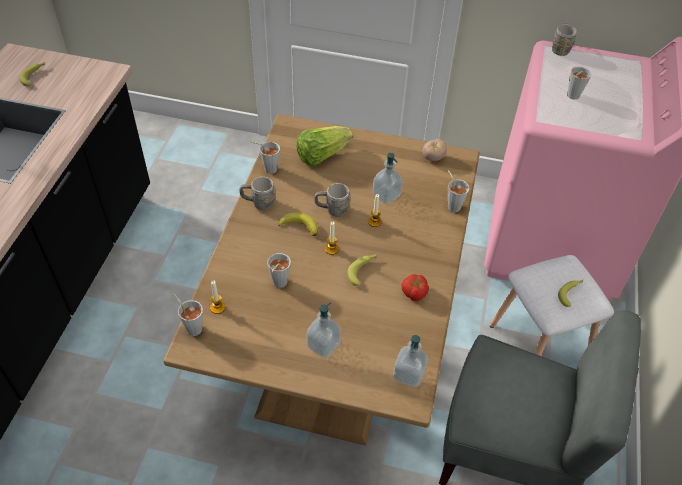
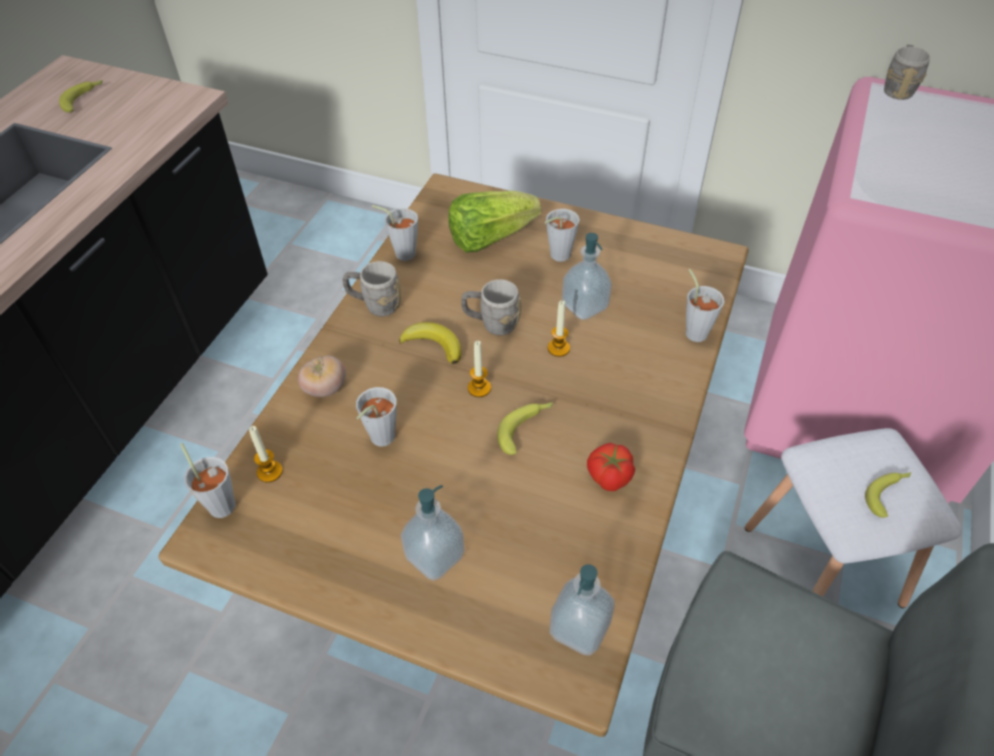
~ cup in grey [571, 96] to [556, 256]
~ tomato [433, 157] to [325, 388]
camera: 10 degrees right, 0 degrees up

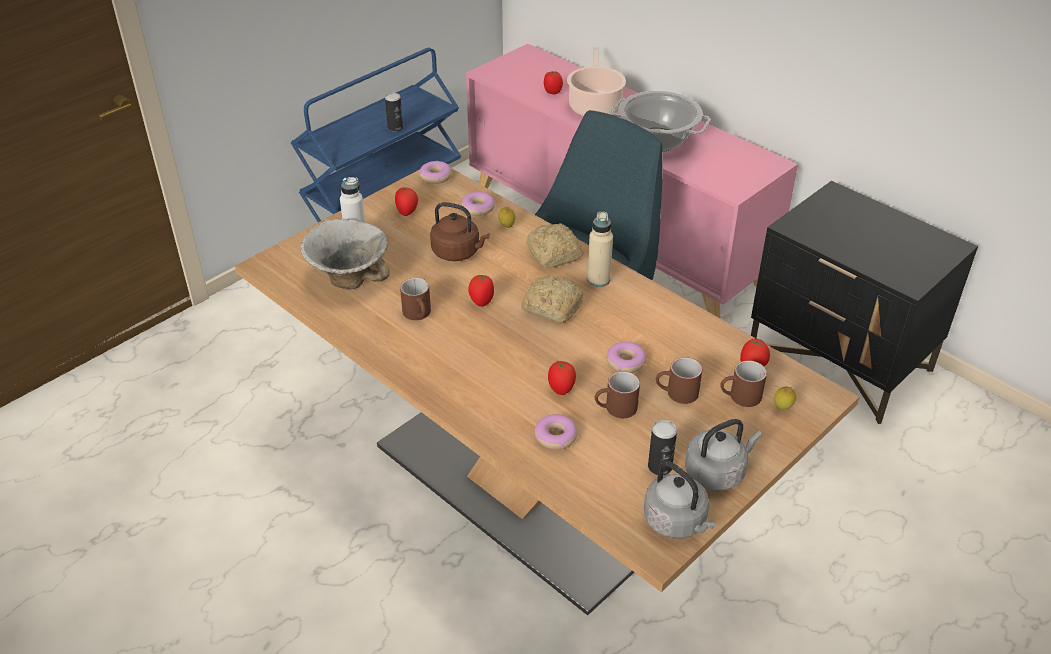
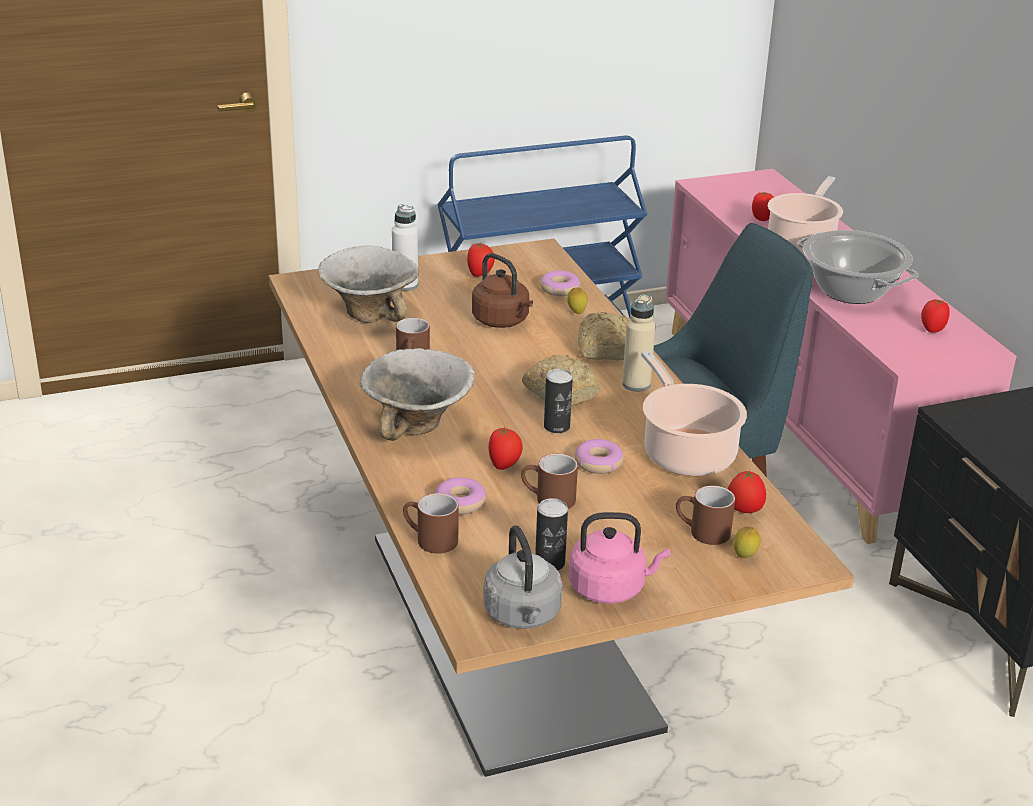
~ can [395, 128] to [556, 427]
- donut [436, 176]
~ tomato [481, 301] to [932, 329]
~ mug in brown [676, 394] to [429, 540]
~ kettle in grey [717, 472] to kettle in pink [611, 588]
+ bowl [418, 426]
+ cooking pot [686, 452]
camera: 25 degrees right, 10 degrees down

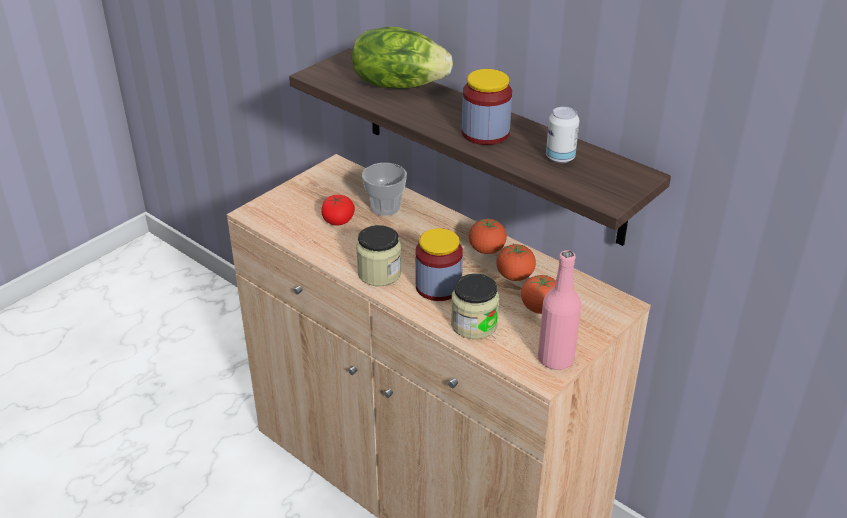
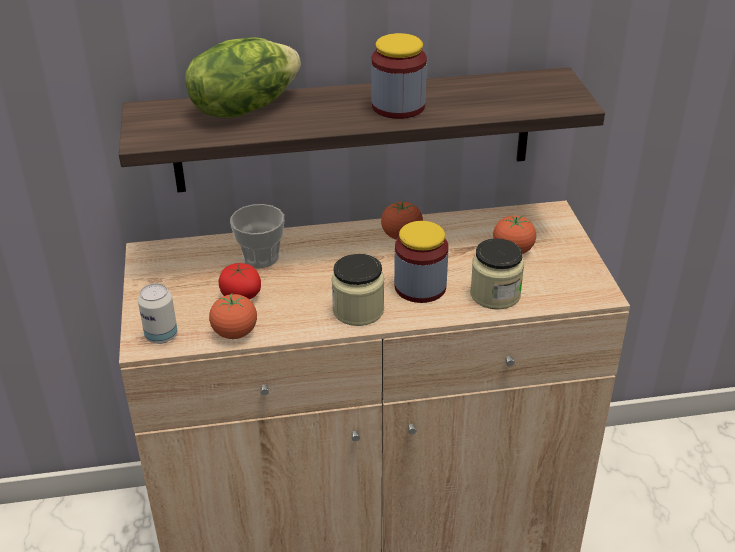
~ can [560, 158] to [161, 336]
~ tomato [515, 276] to [235, 333]
- bottle in pink [555, 359]
camera: 50 degrees left, 0 degrees up

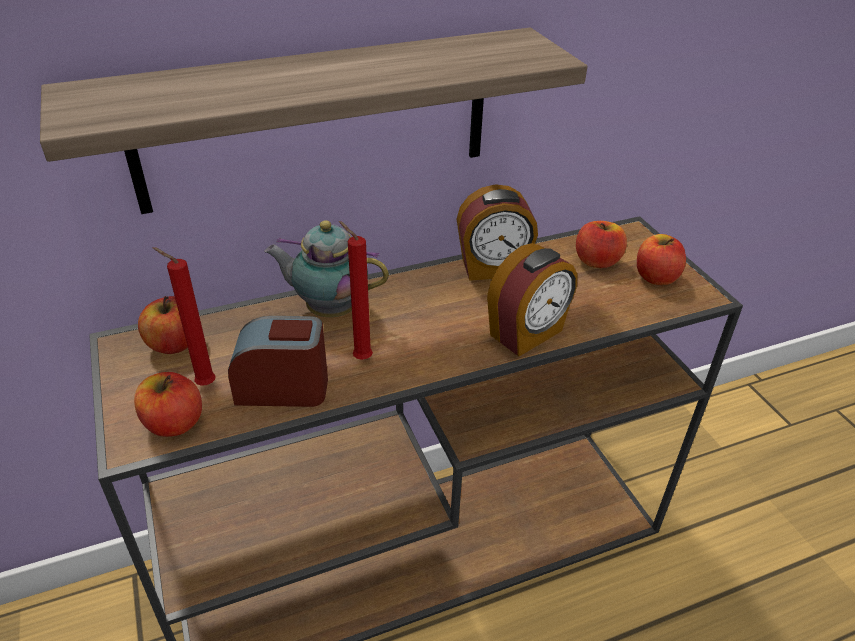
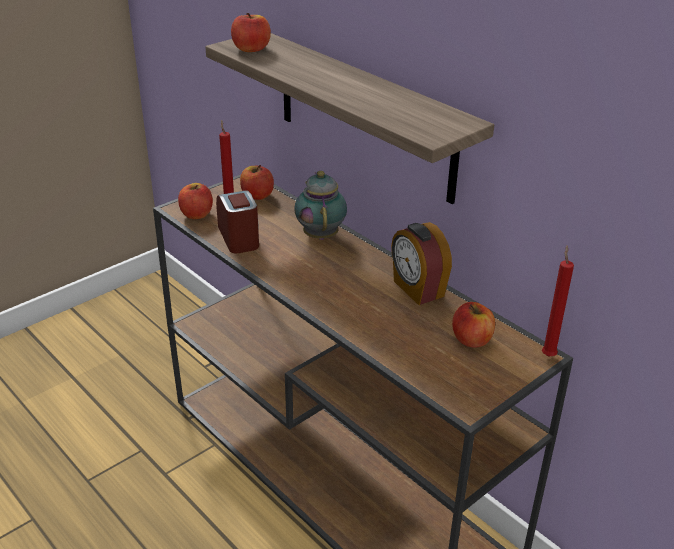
~ candle in red [360, 358] to [548, 354]
~ apple [656, 277] to [251, 49]
- alarm clock [527, 334]
camera: 70 degrees right, 5 degrees down

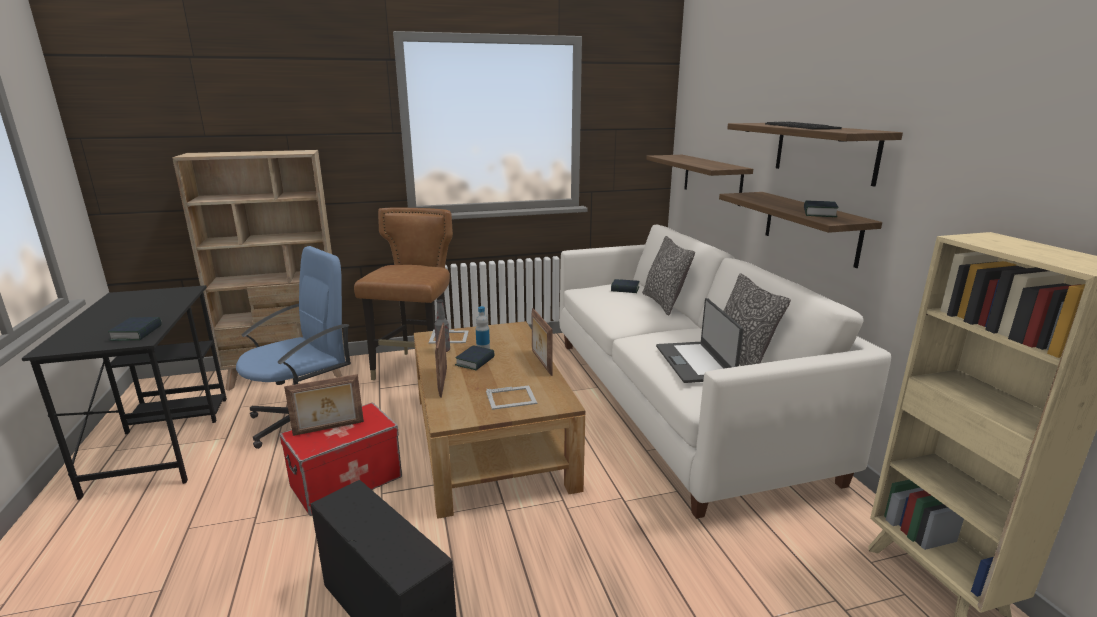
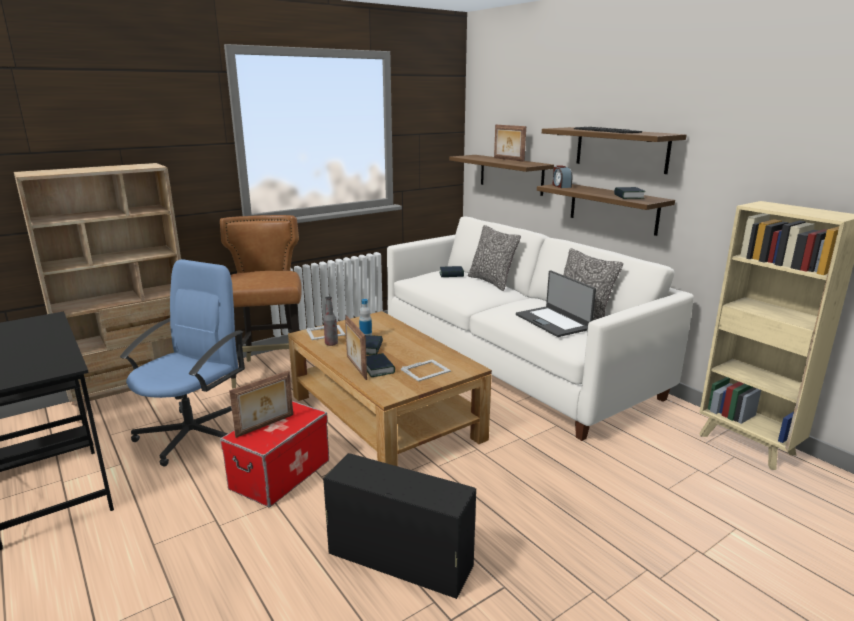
~ picture frame [540, 363] to [508, 159]
~ book [137, 333] to [378, 368]
+ alarm clock [561, 186]
camera: 20 degrees left, 0 degrees up

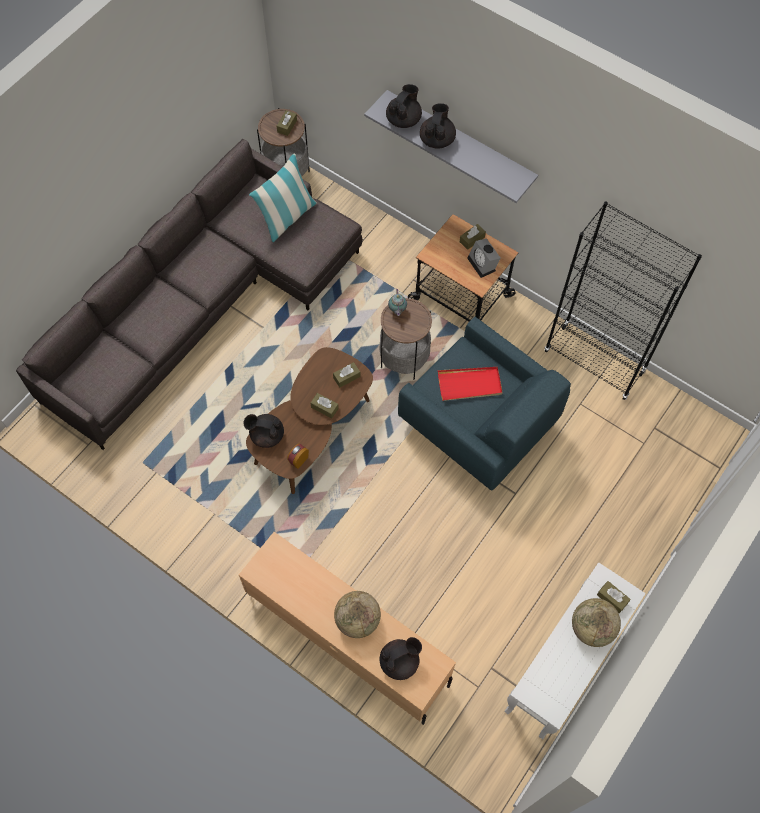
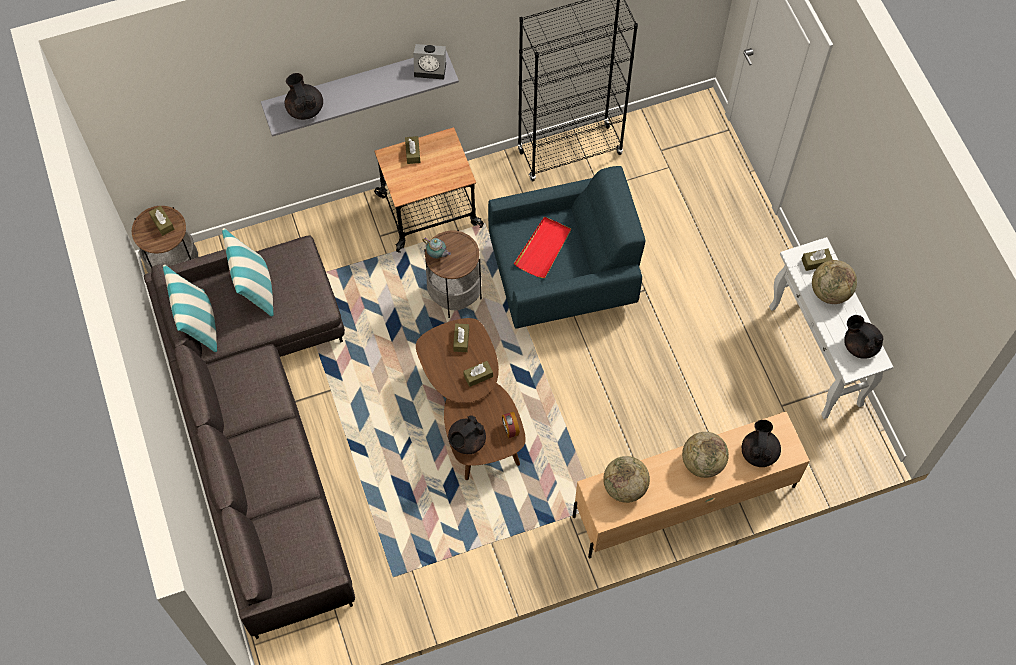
~ teapot in black [437, 139] to [860, 345]
~ alarm clock [483, 264] to [431, 68]
+ pillow [198, 324]
+ globe [625, 487]
camera: 55 degrees left, 0 degrees up

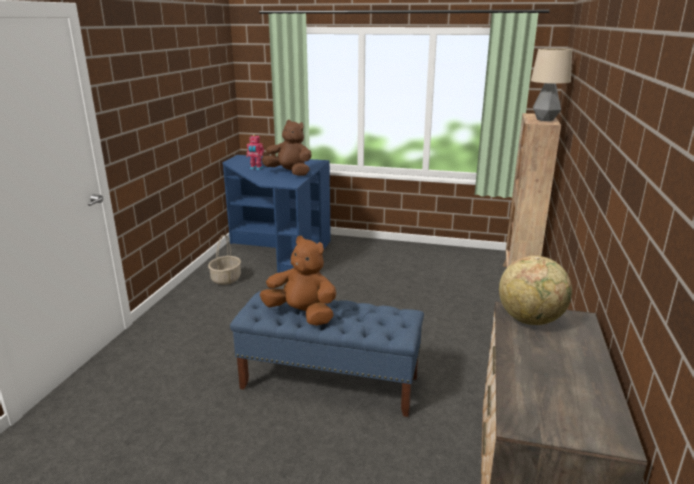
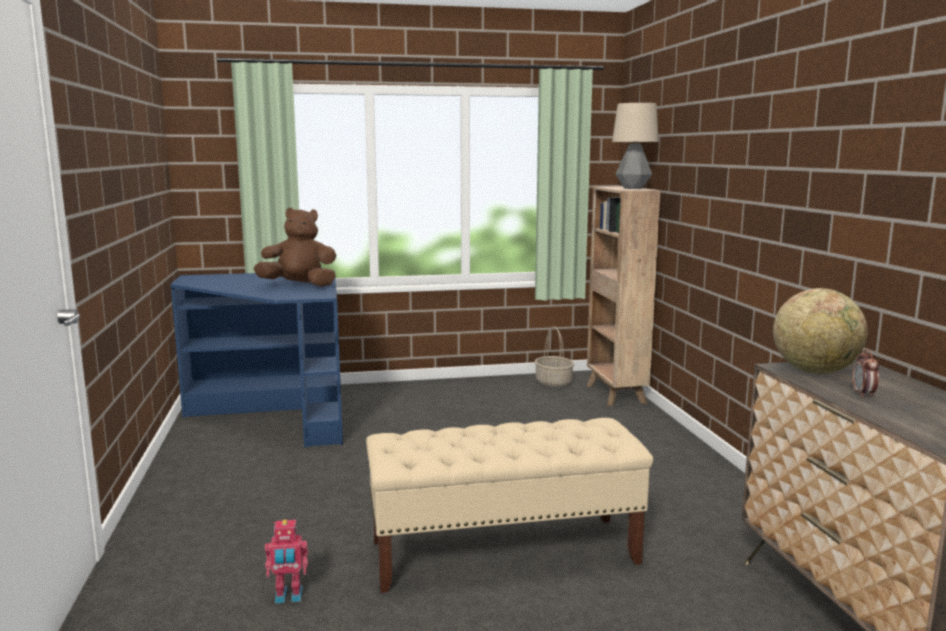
~ toy robot [256, 168] to [288, 597]
~ basket [226, 279] to [553, 382]
- plush toy in brown [302, 314]
~ bench in blue [330, 382] to bench in beige [505, 552]
+ alarm clock [863, 394]
camera: 25 degrees left, 10 degrees down

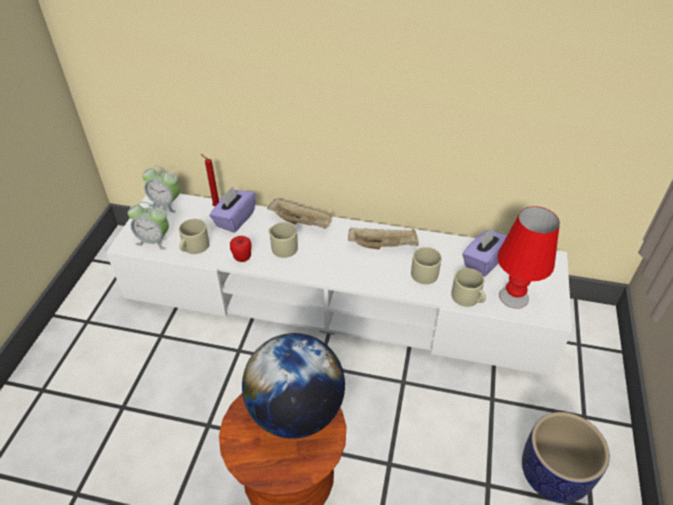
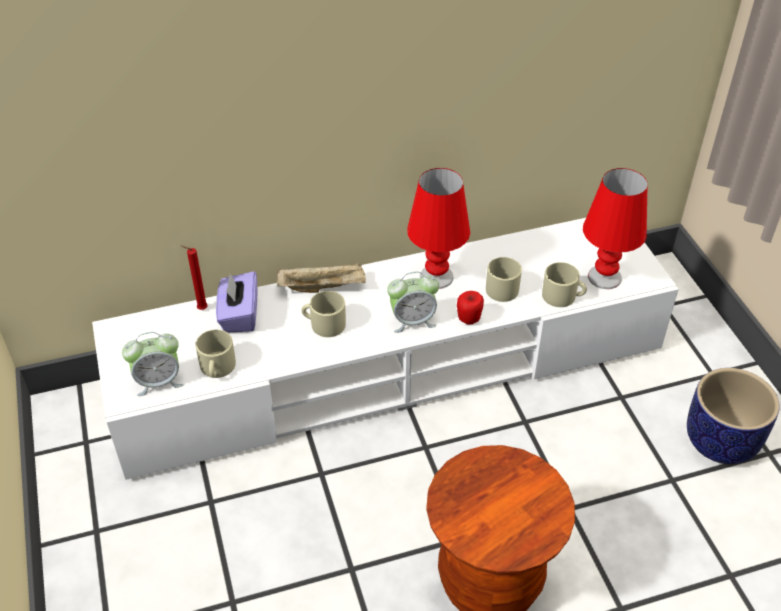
~ alarm clock [166, 204] to [412, 321]
- tissue box in purple [484, 261]
~ tray in beige [383, 245] to table lamp in red [436, 276]
~ apple [242, 258] to [469, 319]
- globe [296, 411]
camera: 30 degrees left, 0 degrees up

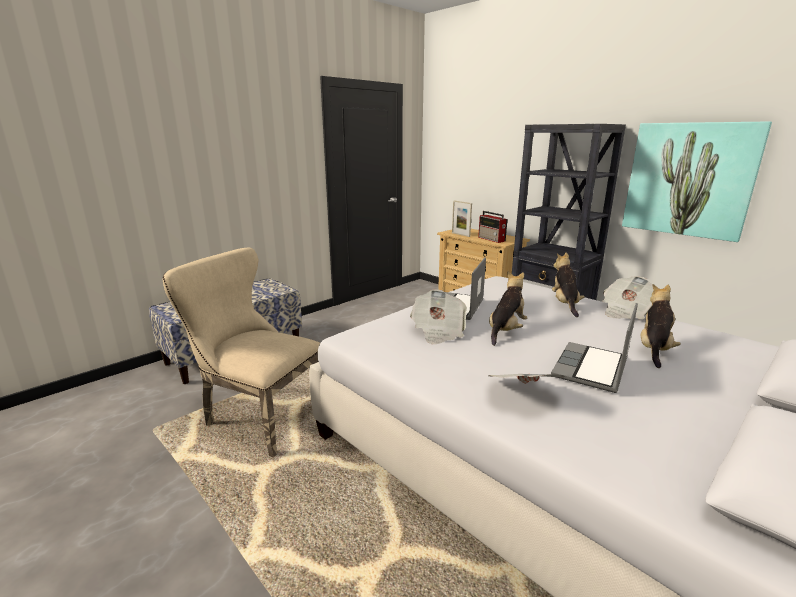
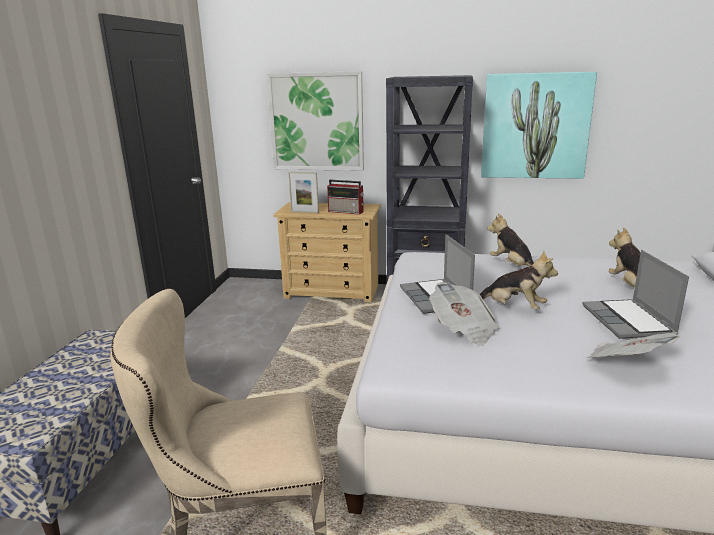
~ plush toy [506, 330] = [513, 308] 120 degrees clockwise
- newspaper [626, 312]
+ picture [316, 122]
camera: 35 degrees left, 0 degrees up

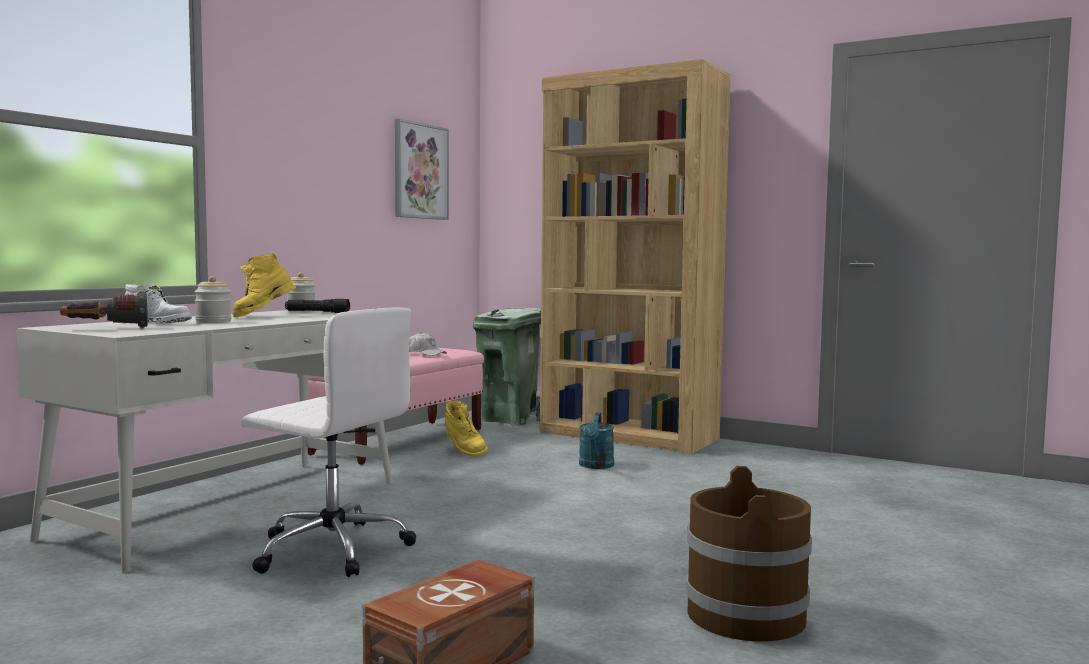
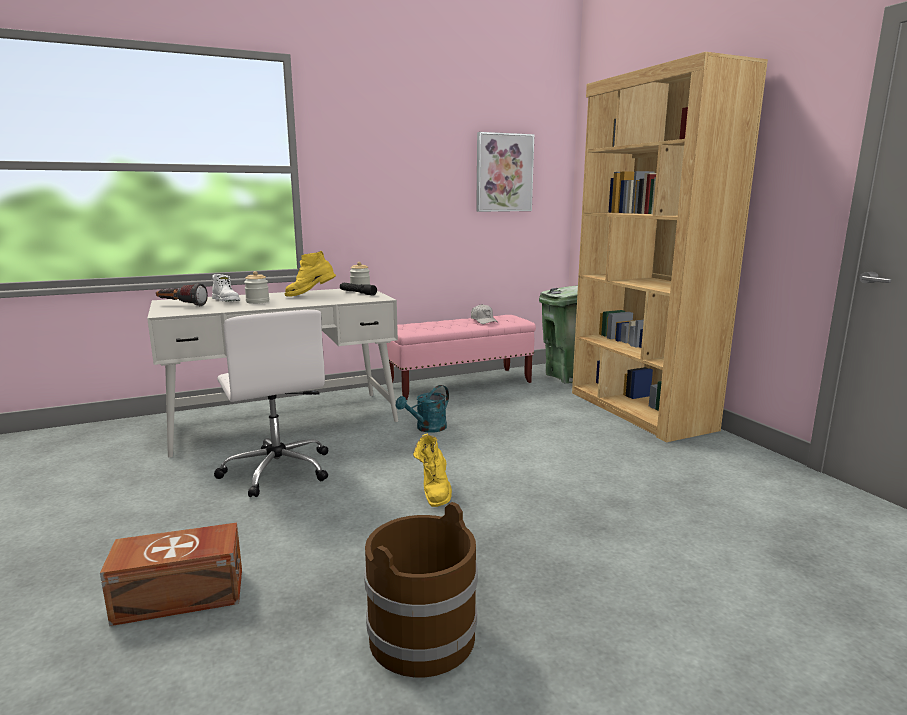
~ boot in yellow [463, 451] to [435, 492]
~ watering can in turquoise [595, 466] to [427, 428]
camera: 35 degrees right, 10 degrees up

